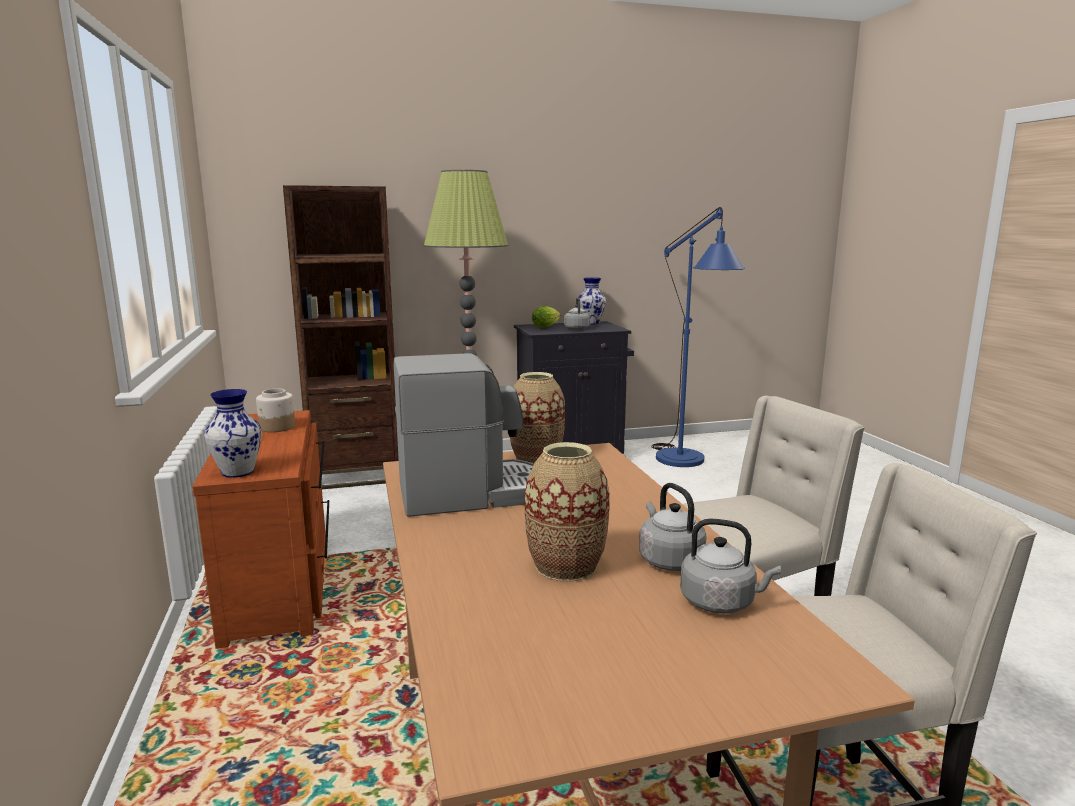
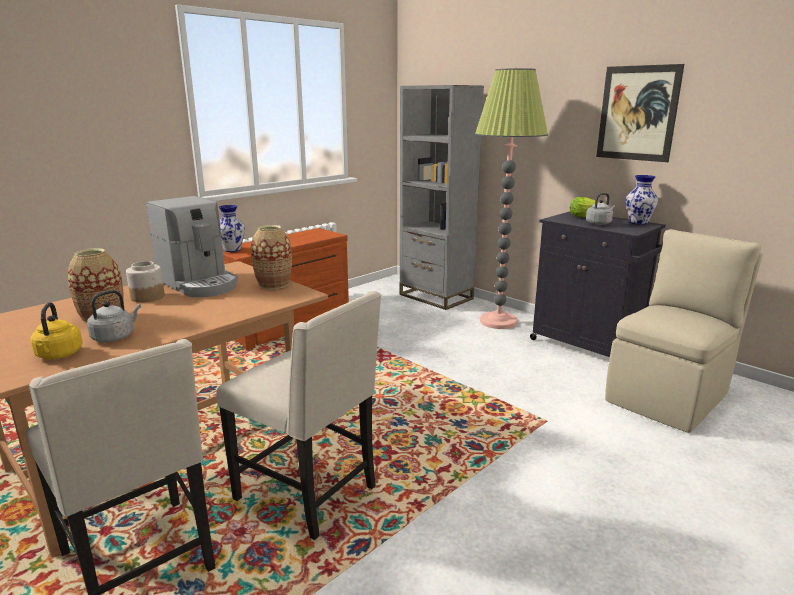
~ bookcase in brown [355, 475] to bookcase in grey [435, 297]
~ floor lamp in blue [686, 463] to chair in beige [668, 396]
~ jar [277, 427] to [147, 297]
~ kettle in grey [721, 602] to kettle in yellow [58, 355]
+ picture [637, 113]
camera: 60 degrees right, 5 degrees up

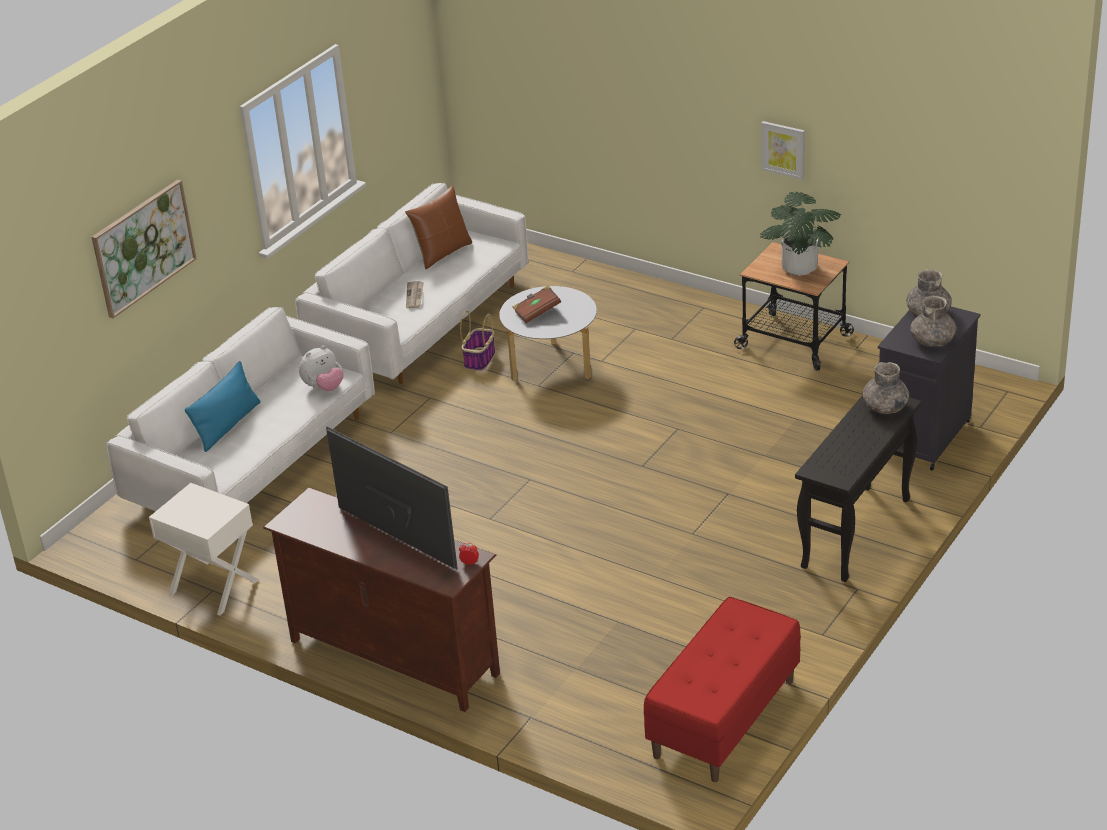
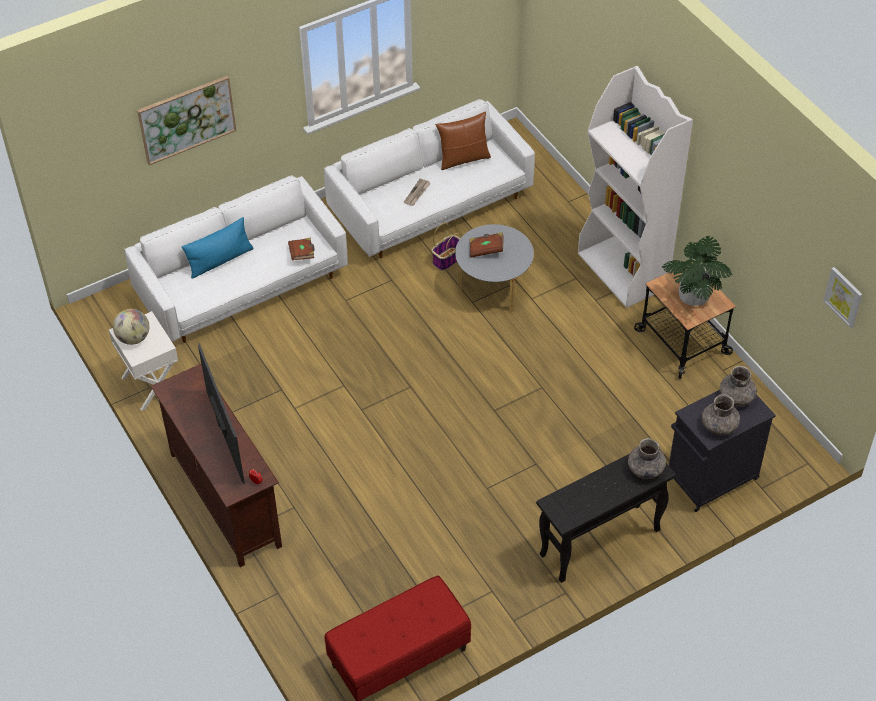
~ picture [783, 149] to [843, 297]
~ plush toy [324, 387] to book in brown [302, 254]
+ bookcase in white [623, 271]
+ globe [133, 338]
camera: 25 degrees right, 15 degrees up

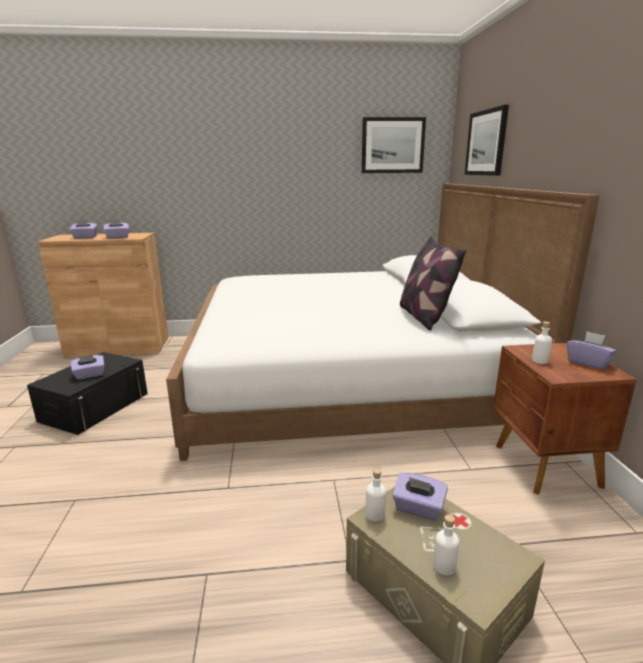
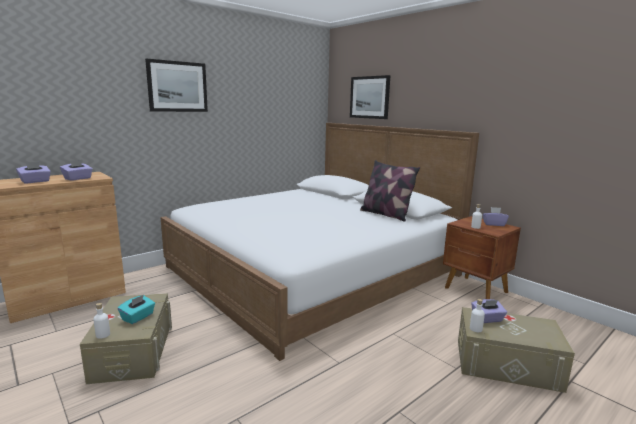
~ picture [392, 145] to [177, 86]
~ storage box in black [95, 407] to storage box in beige [133, 351]
~ tissue box in purple [90, 375] to tissue box in turquoise [138, 317]
~ bottle in white [444, 566] to [103, 335]
camera: 35 degrees left, 5 degrees down

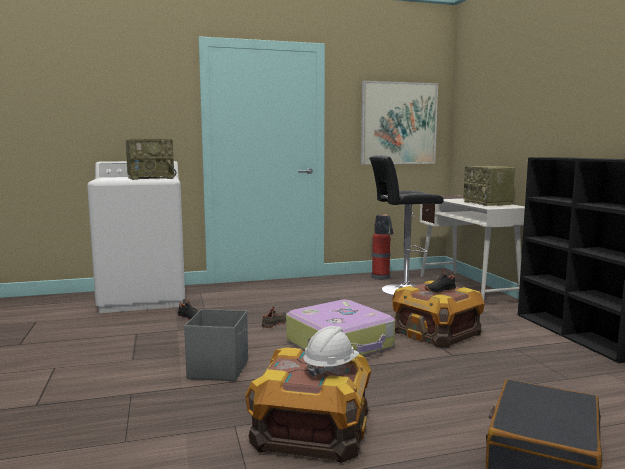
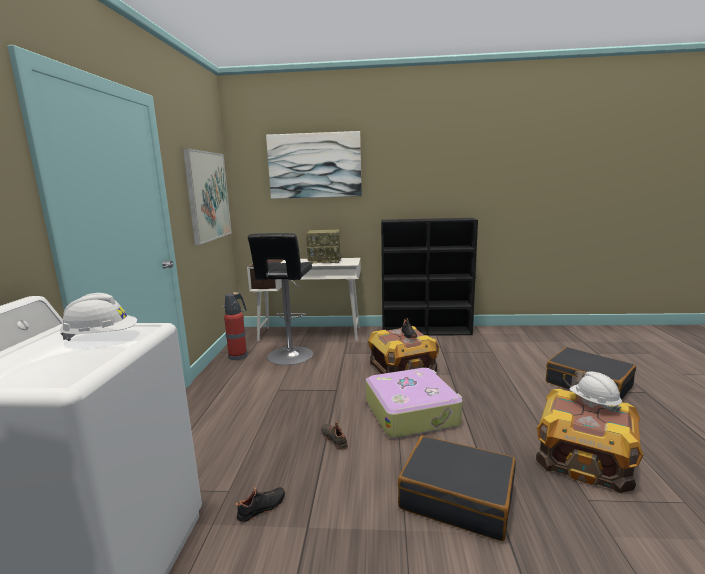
~ radio [151, 178] to hard hat in white [102, 338]
~ storage box in grey [219, 369] to suitcase in black [457, 497]
+ picture [314, 165]
camera: 70 degrees left, 5 degrees up

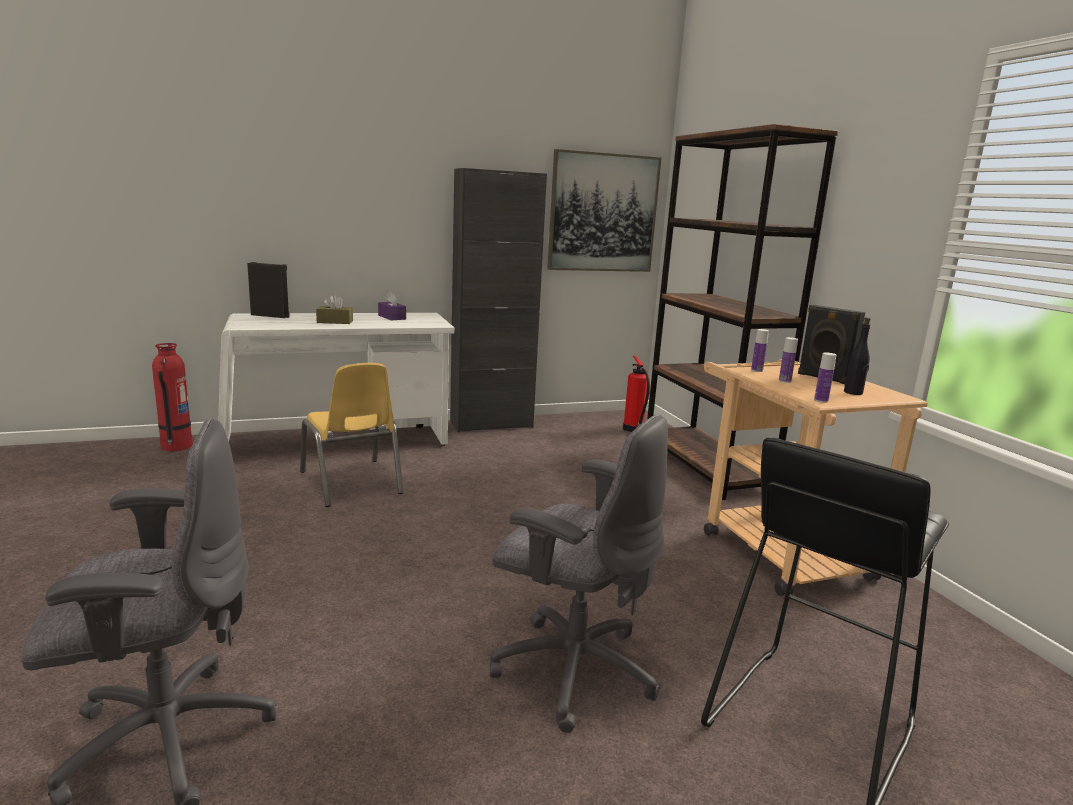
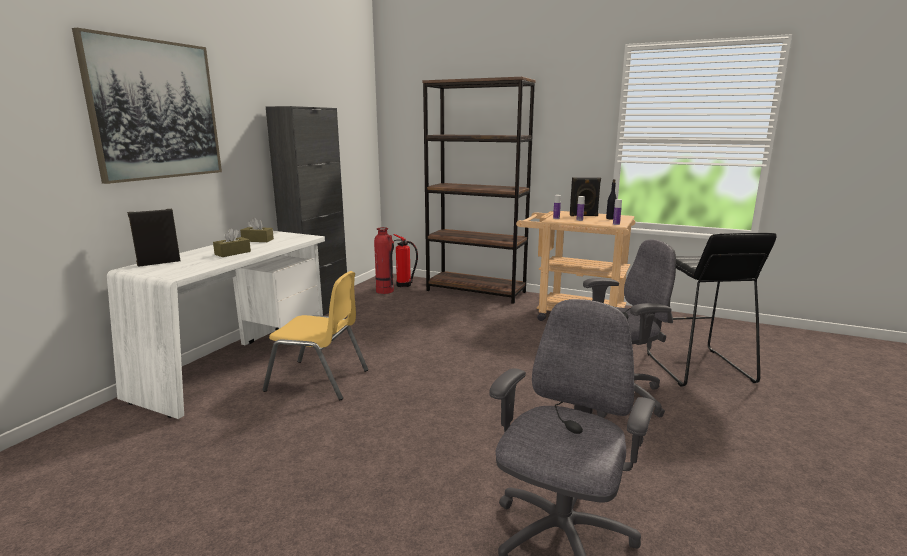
~ picture [603, 213] to [155, 110]
~ tissue box in purple [392, 317] to tissue box in brown [257, 240]
~ fire extinguisher [176, 446] to [385, 291]
camera: 45 degrees left, 0 degrees up

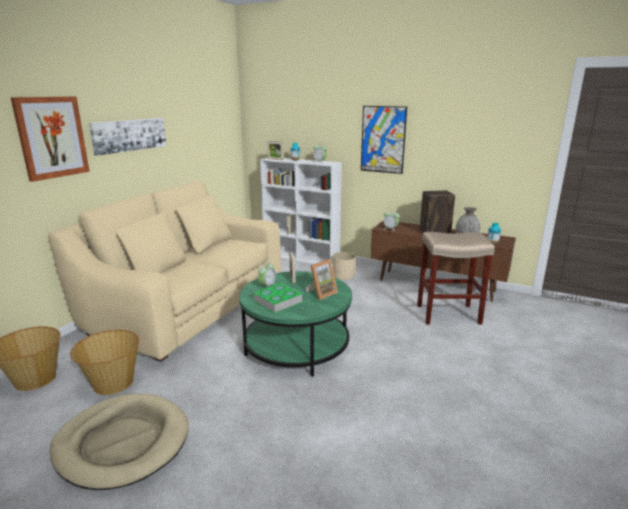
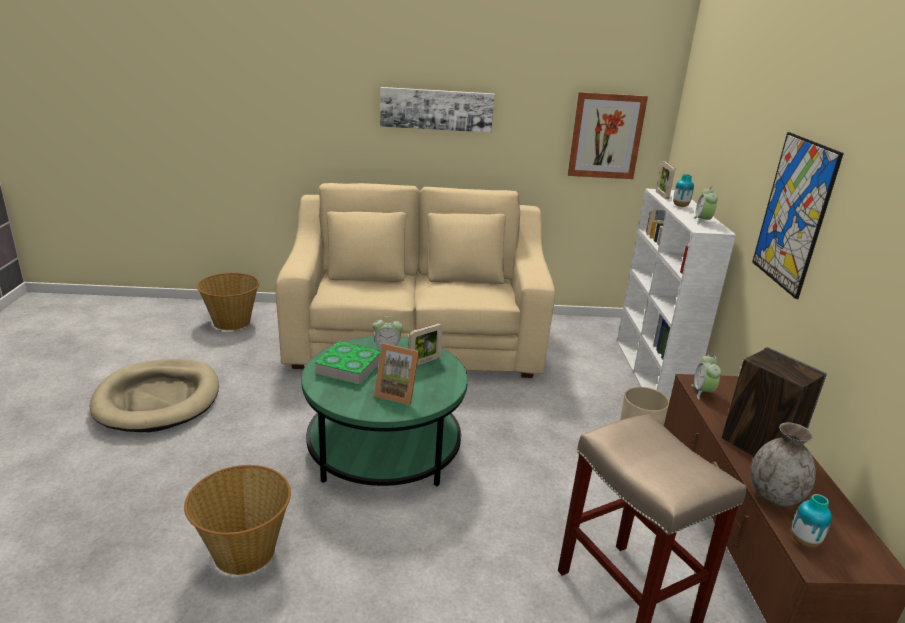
~ picture [52, 137] to [606, 136]
~ basket [112, 383] to [244, 551]
camera: 60 degrees right, 5 degrees up

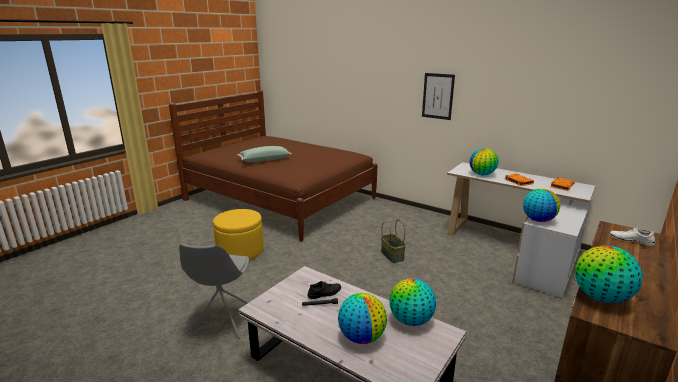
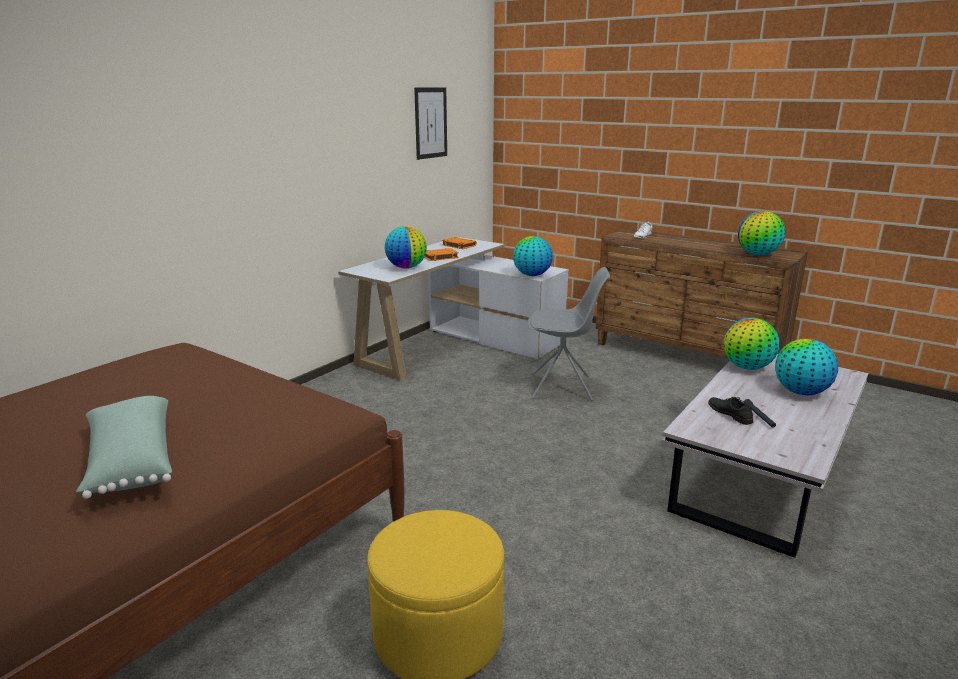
~ picture [438, 96] to [431, 123]
- basket [392, 255]
~ chair in grey [222, 321] to [563, 387]
camera: 90 degrees left, 0 degrees up

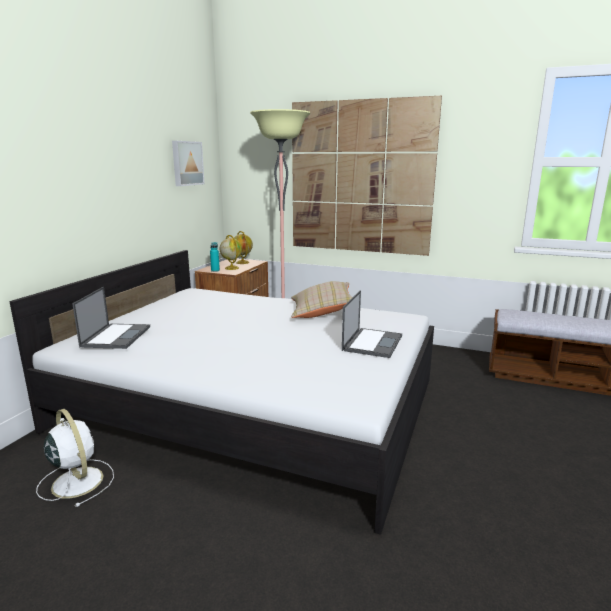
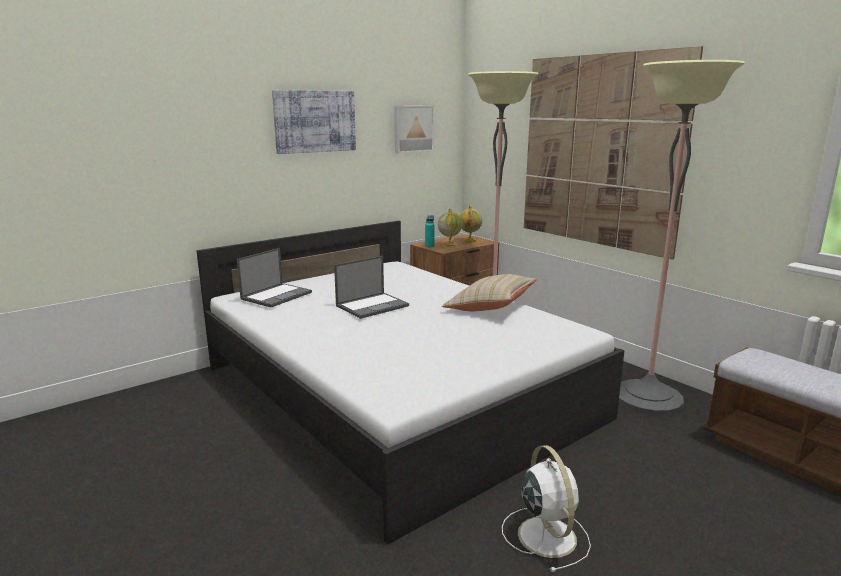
~ laptop [372, 342] to [373, 305]
~ fan in white [76, 481] to [545, 534]
+ floor lamp [647, 398]
+ picture [315, 121]
camera: 30 degrees right, 0 degrees up

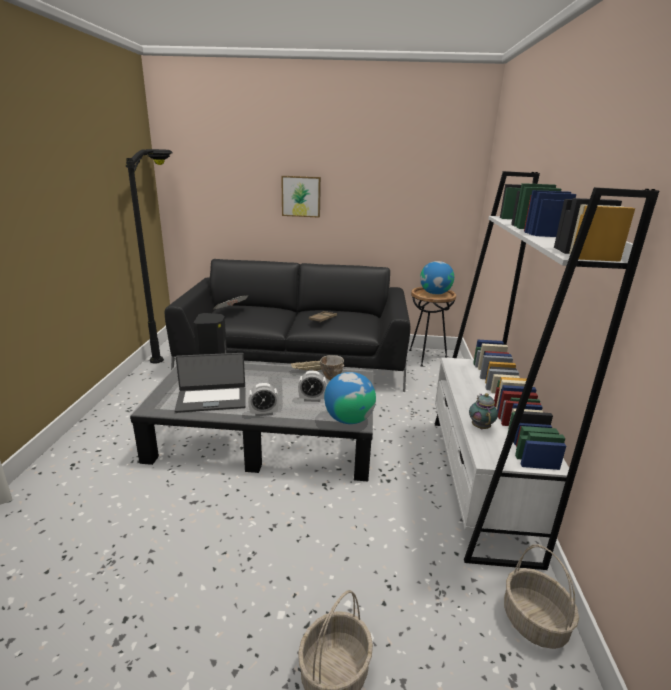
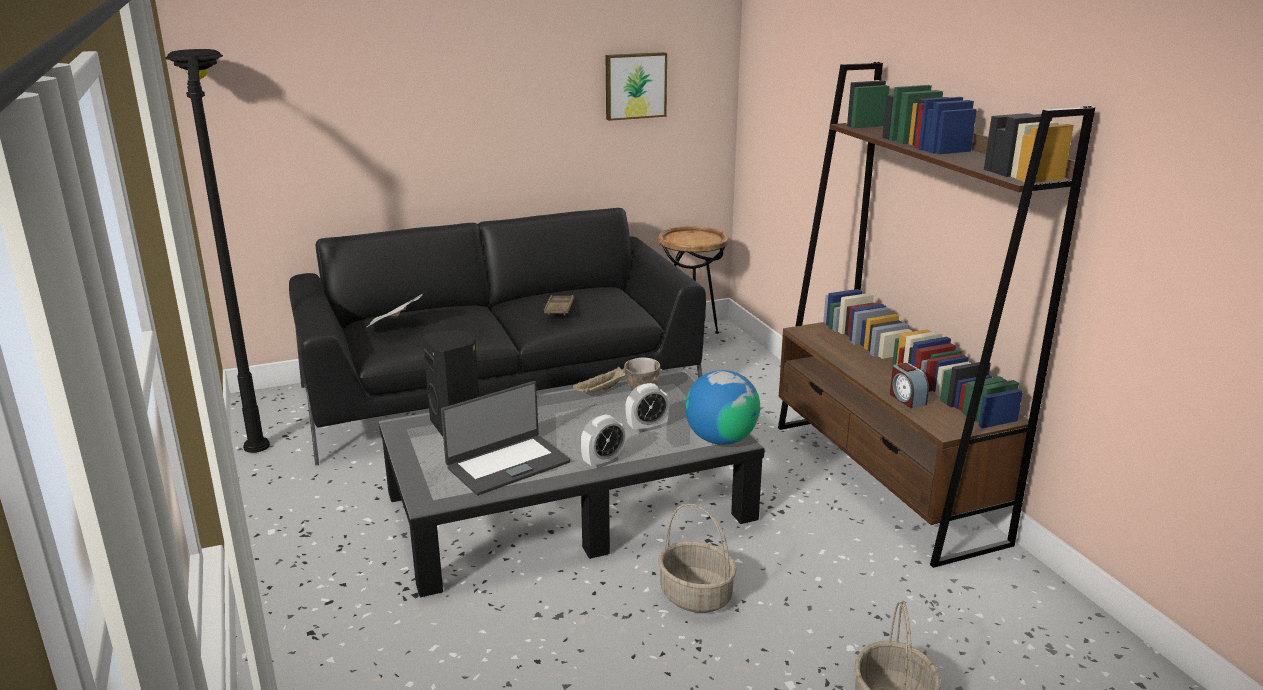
~ bookcase in white [479, 482] to bookcase in brown [884, 481]
~ picture [301, 196] to [635, 85]
- globe [435, 293]
~ teapot [480, 426] to alarm clock [906, 399]
~ basket [533, 621] to [694, 596]
camera: 25 degrees left, 0 degrees up

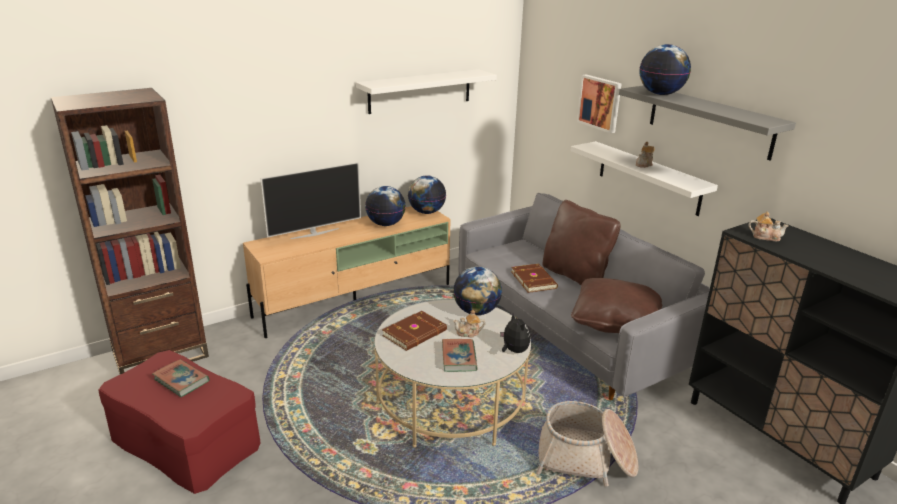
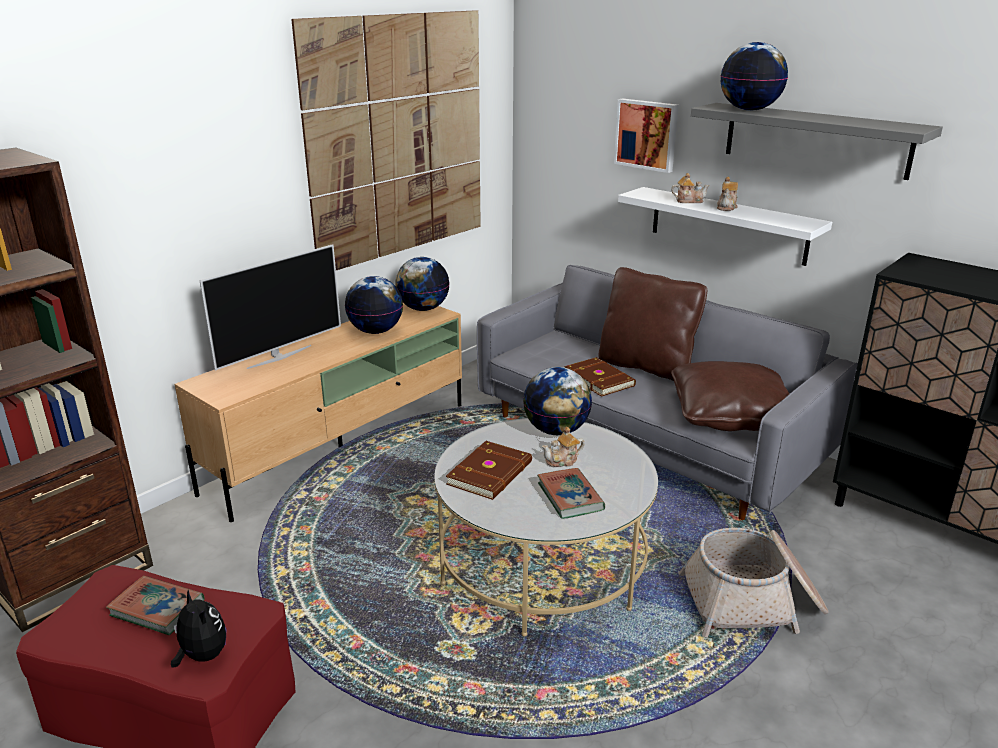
~ shelf in white [420, 91] to picture [398, 138]
~ teapot [765, 237] to [688, 201]
~ plush toy [513, 351] to [202, 655]
camera: 15 degrees left, 0 degrees up

